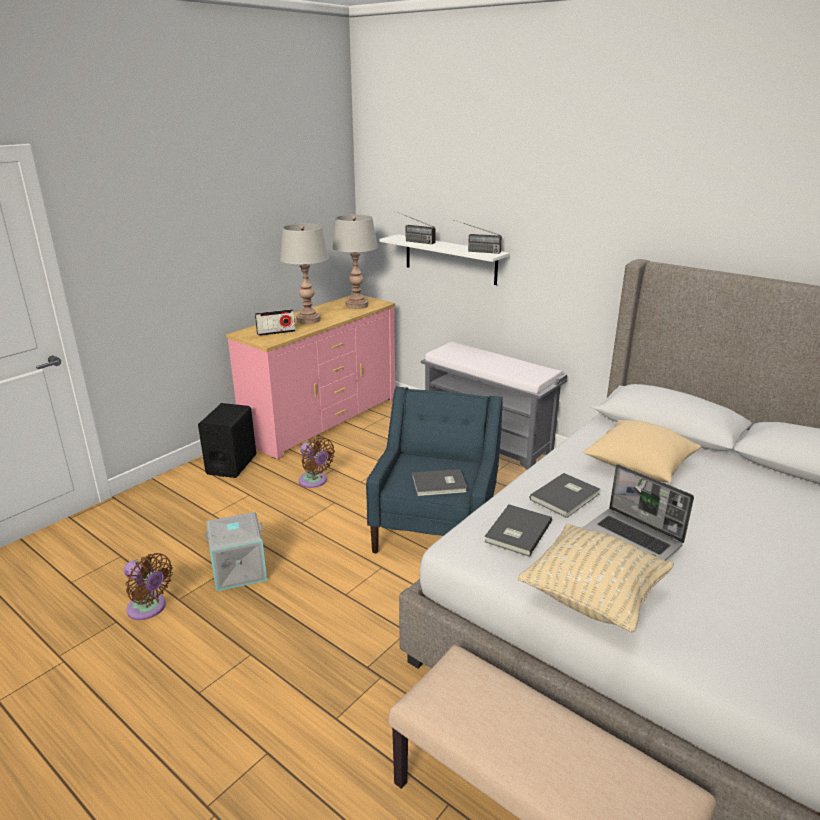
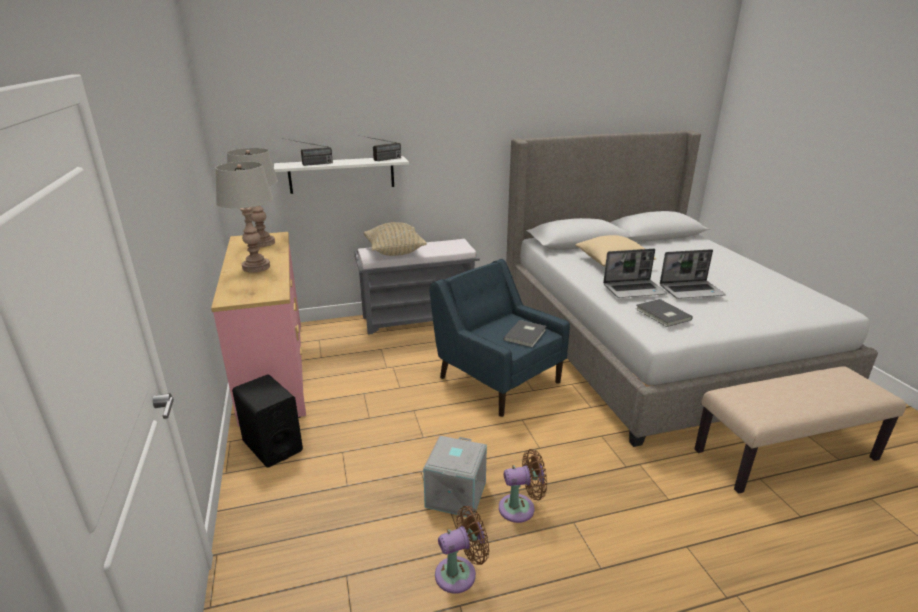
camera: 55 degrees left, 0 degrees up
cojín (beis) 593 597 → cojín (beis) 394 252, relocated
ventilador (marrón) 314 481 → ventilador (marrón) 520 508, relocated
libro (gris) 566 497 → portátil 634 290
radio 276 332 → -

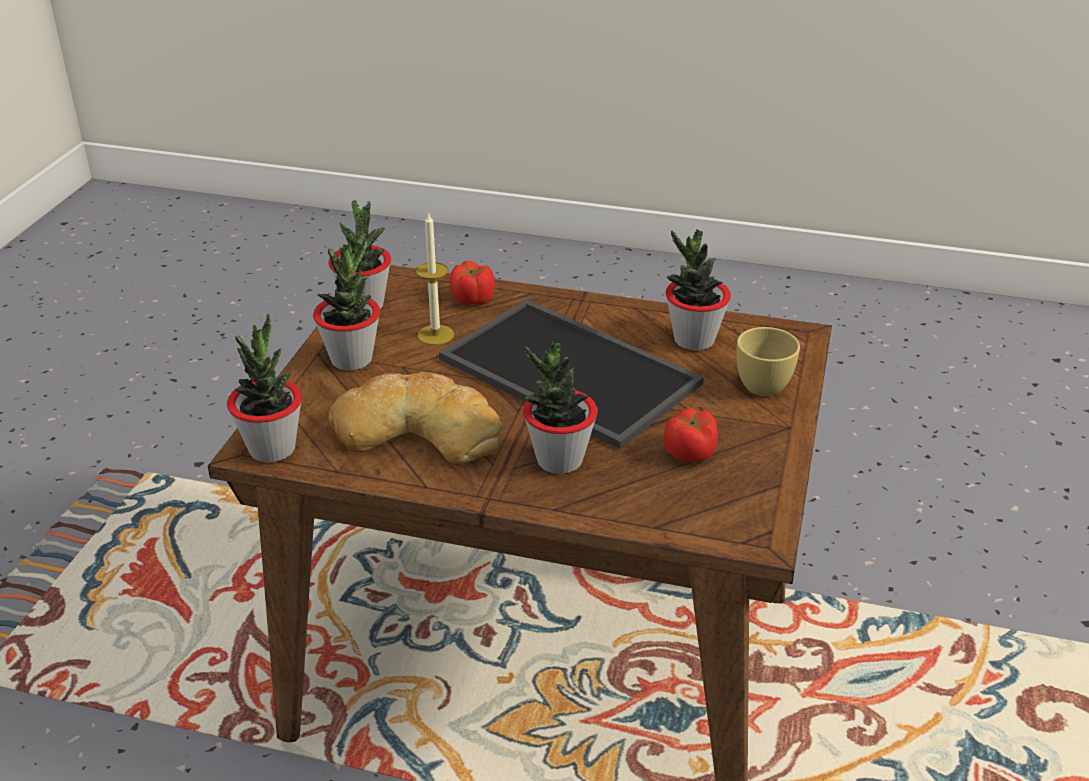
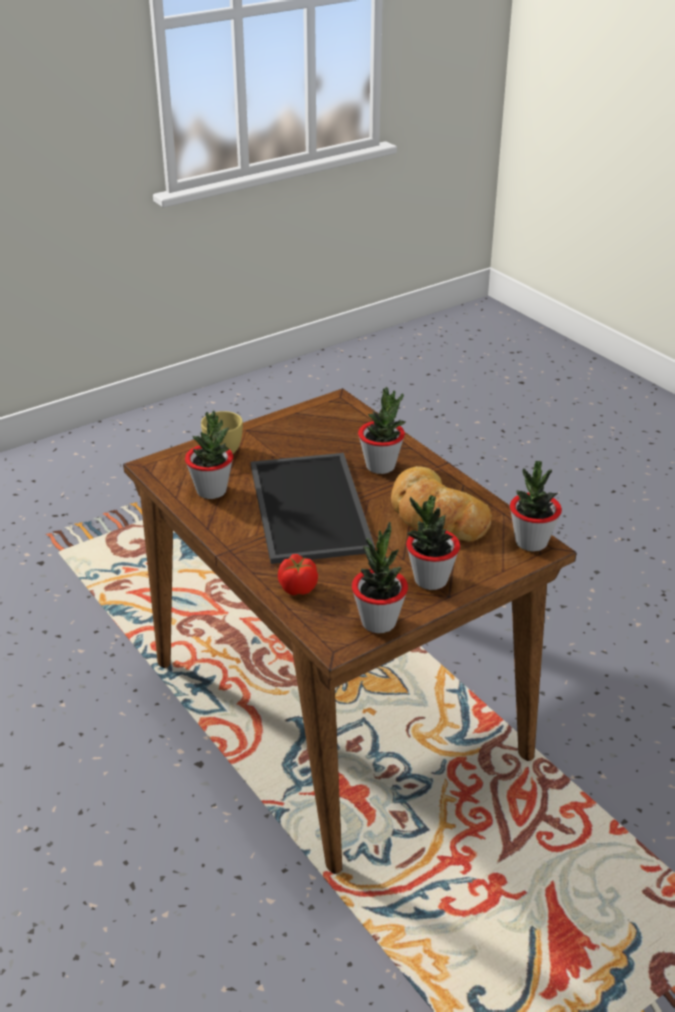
camera: 140 degrees left, 0 degrees up
vela 435 335 → -
tomate 690 453 → -

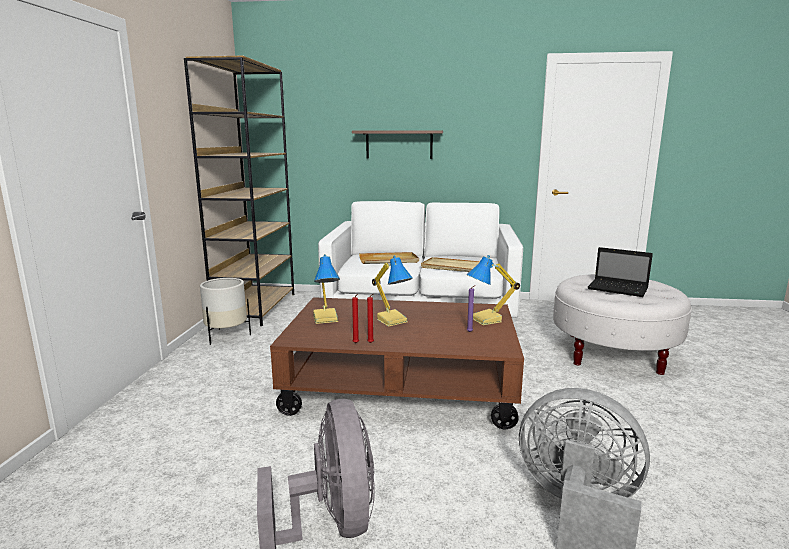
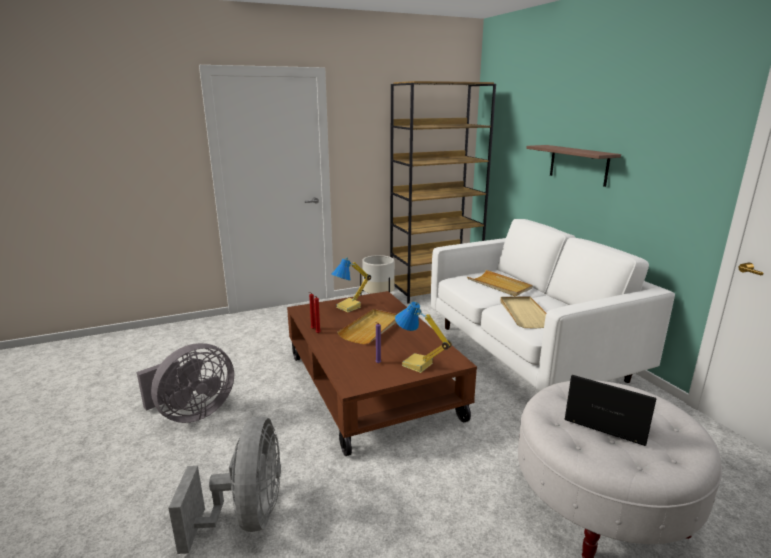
camera: 60 degrees right, 5 degrees up
lámpara de mesa 392 320 → bandeja (beis) 371 328
portátil 619 289 → portátil 605 421, 120 degrees clockwise

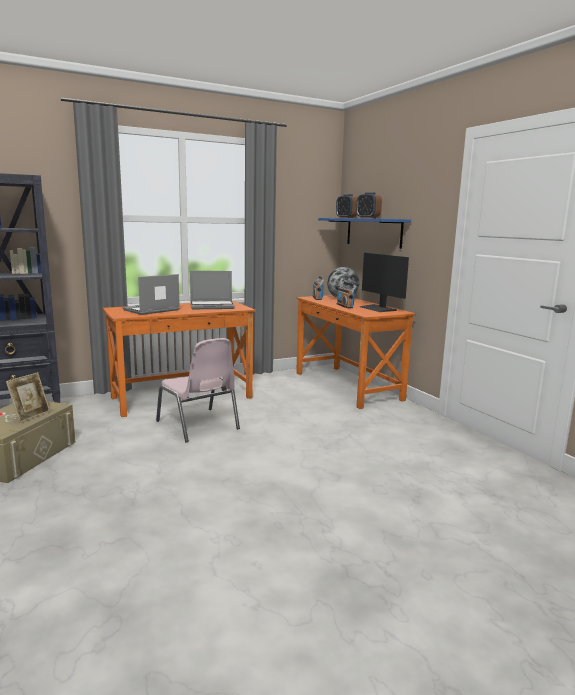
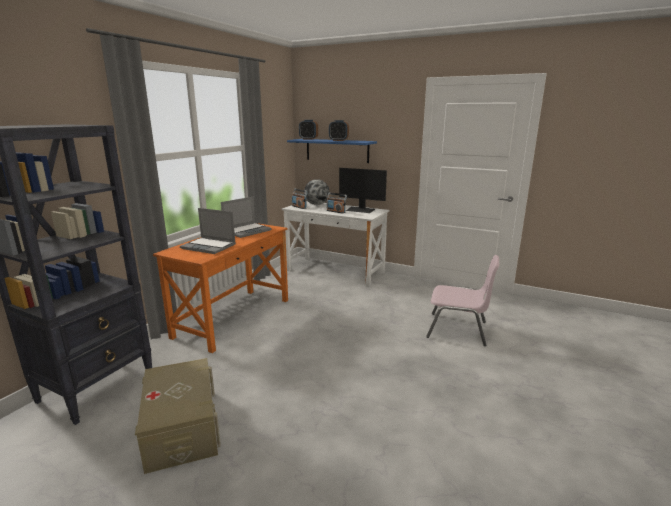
camera: 35 degrees left, 5 degrees up
portátil 151 310 → portátil 209 246, 75 degrees counterclockwise
escritorio (naranja) 347 386 → escritorio (blanco) 335 271
silla (rosa) 198 425 → silla (rosa) 458 330, relocated
portarretratos 30 415 → -

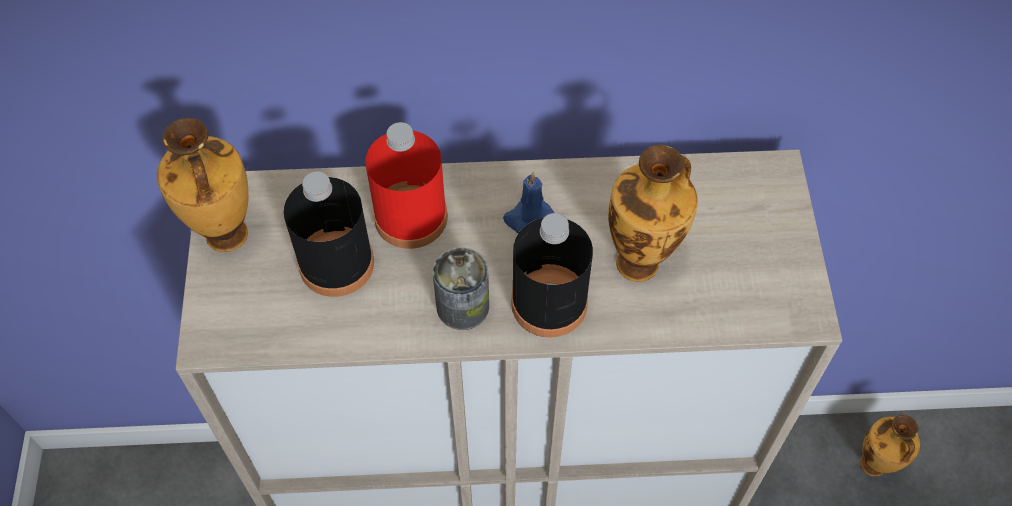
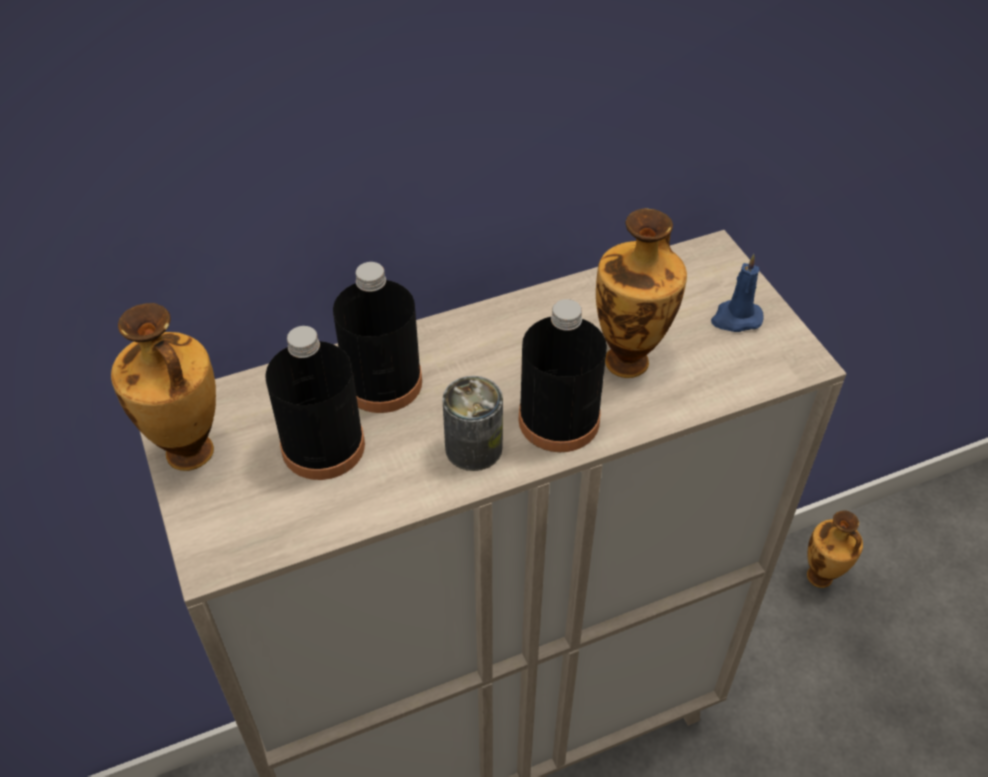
camera: 20 degrees left, 10 degrees down
botella (rojo) 411 217 → botella (negro) 382 382
vela (azul) 528 219 → vela (azul) 736 318, relocated

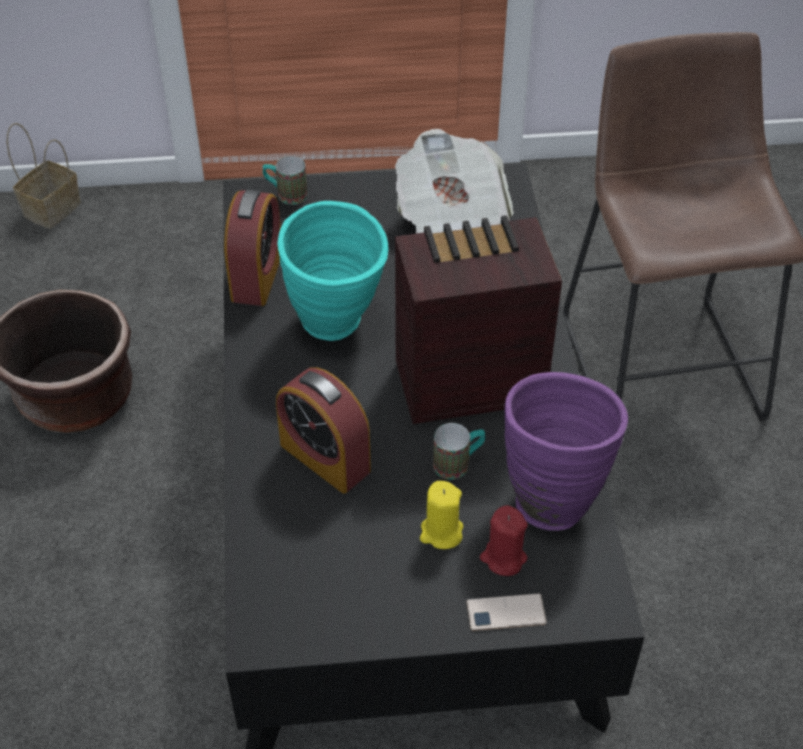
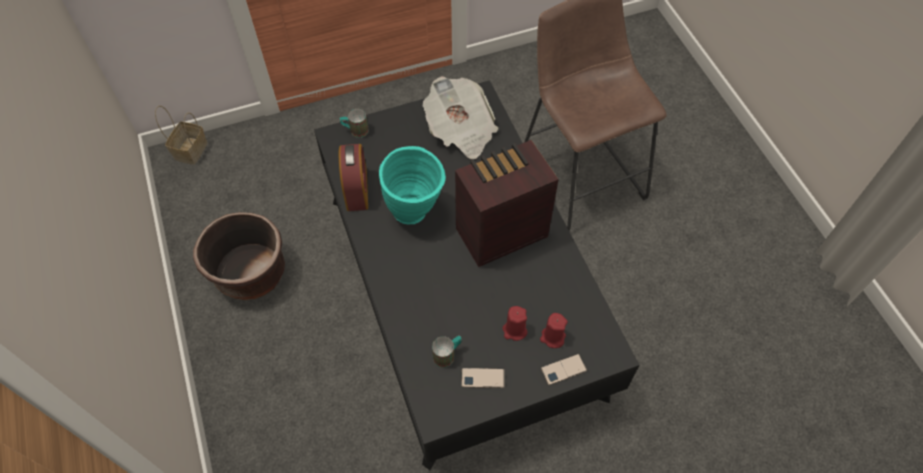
camera: 15 degrees left, 10 degrees up
taza grande 458 463 → taza grande 447 354, relocated
- → móvil 482 378
vela (amarillo) 441 533 → vela (rojo) 514 330
despertador 325 457 → -
florero (morado) 551 494 → -

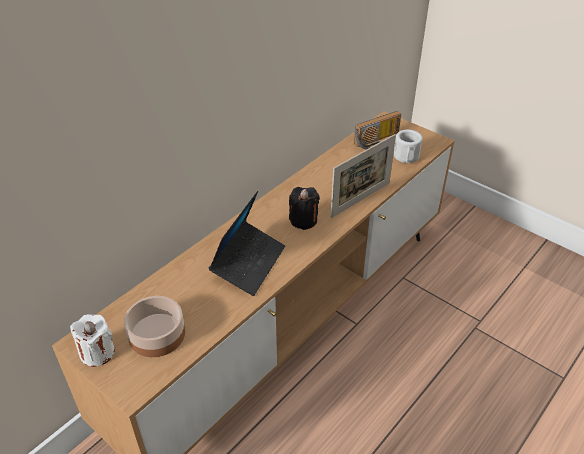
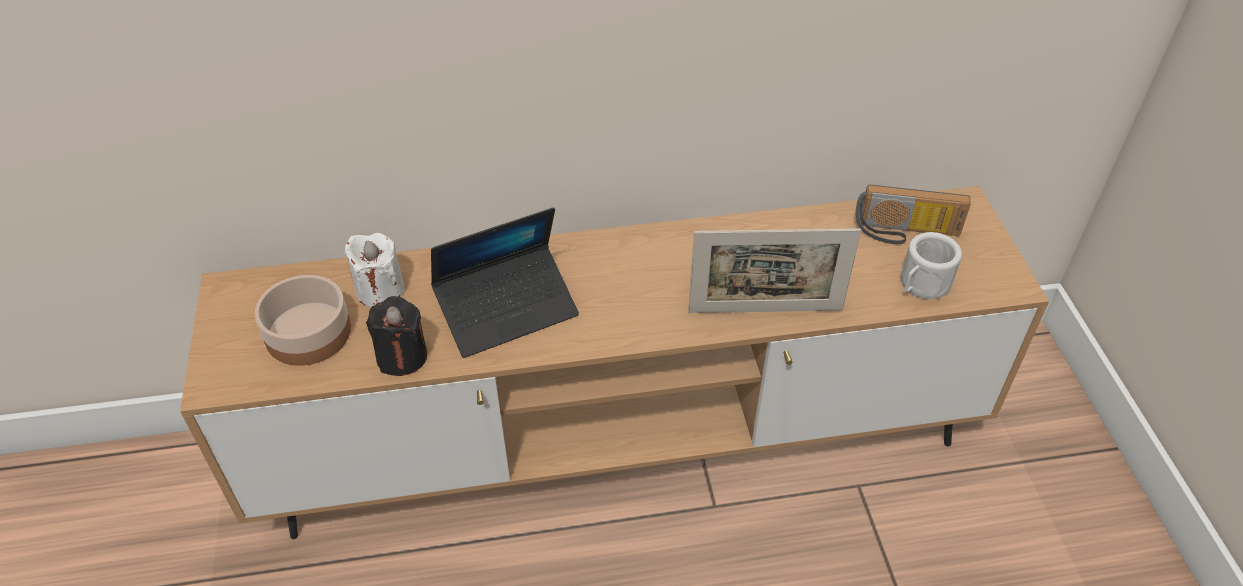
camera: 40 degrees right, 5 degrees up
vela (blanco) 97 353 → vela (blanco) 380 290, relocated
vela (negro) 303 220 → vela (negro) 402 357, relocated

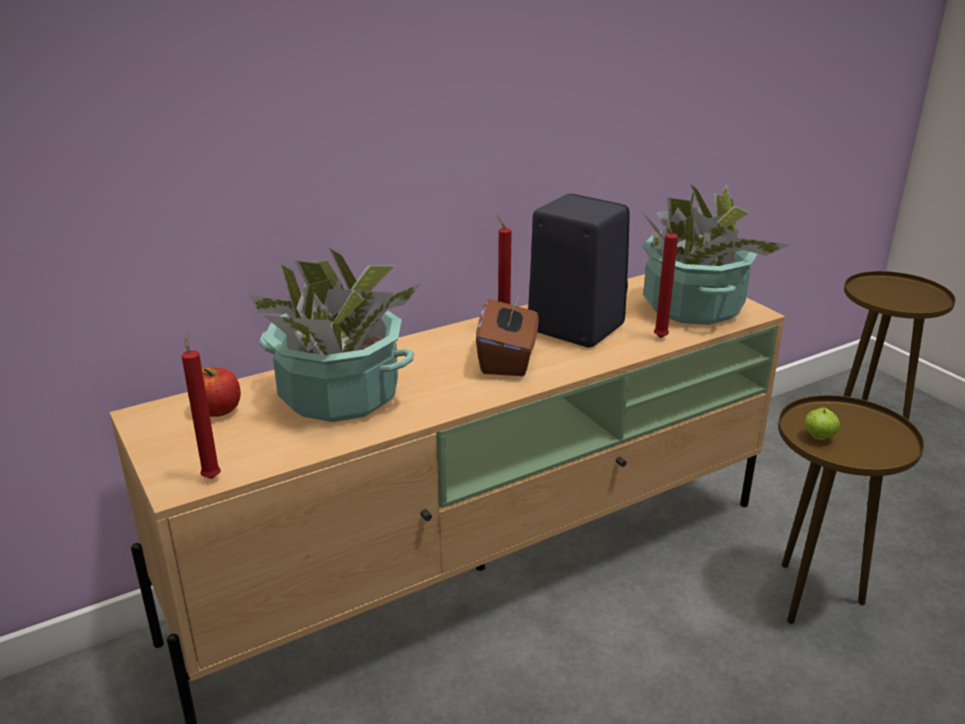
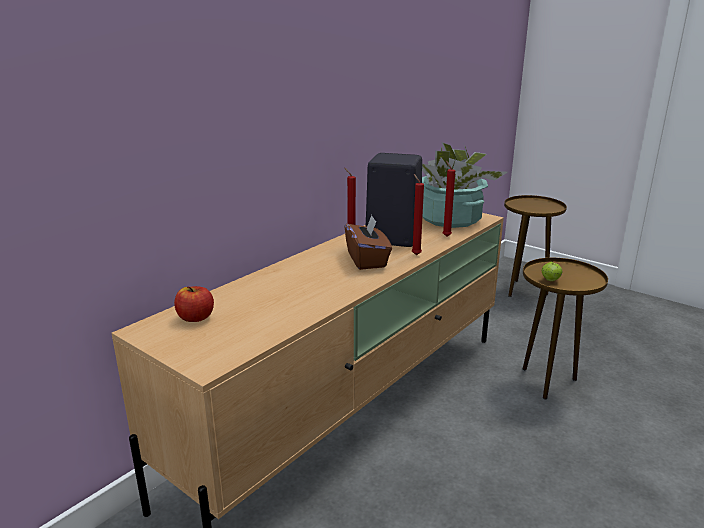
camera: 20 degrees left, 5 degrees down
vela (rojo) 211 476 → vela (rojo) 415 254, relocated
planta en maceta 339 395 → -

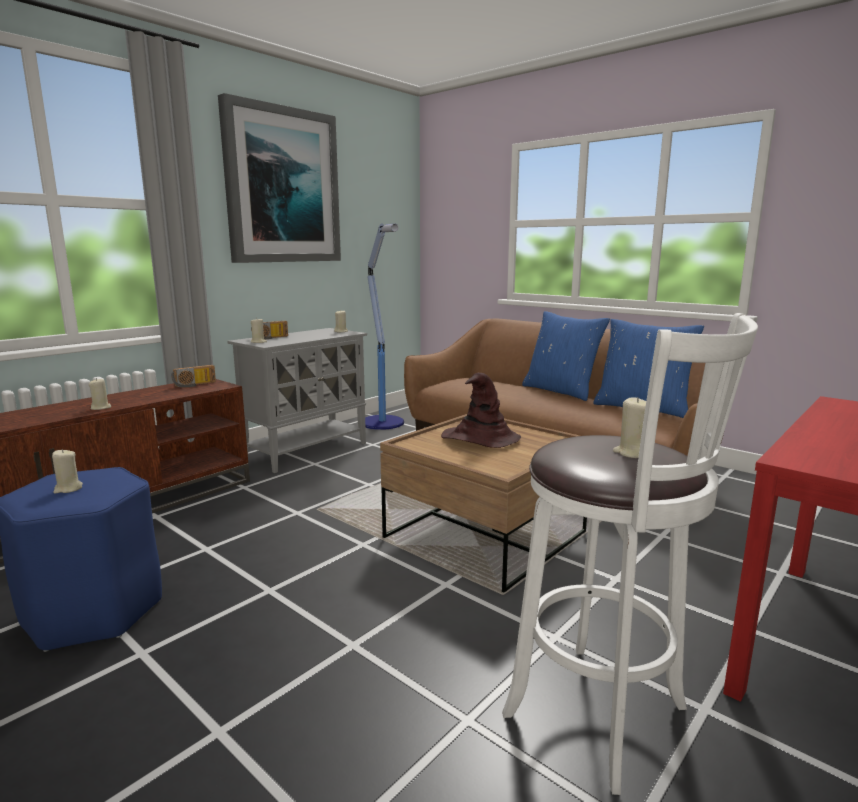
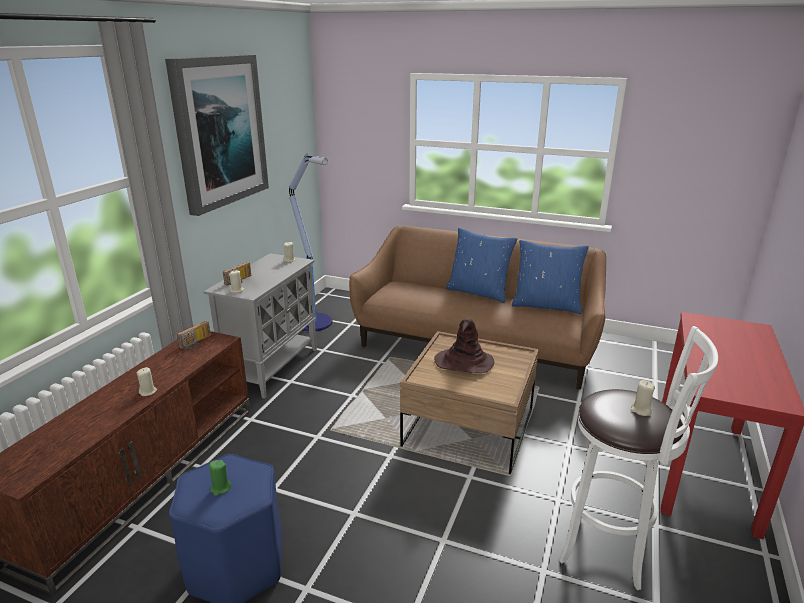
camera: 20 degrees left, 10 degrees up
vela (beis) 68 489 → vela (verde) 220 488

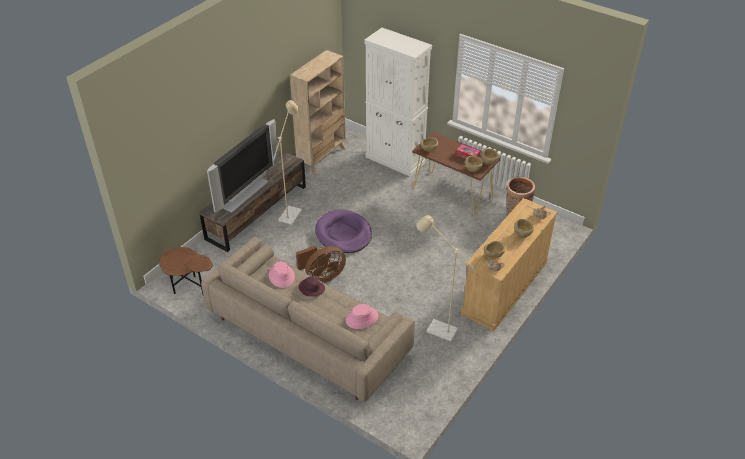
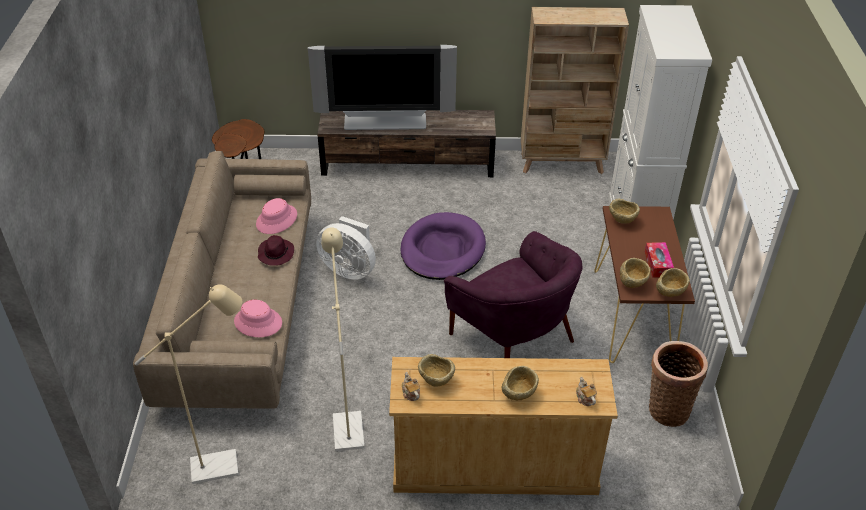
camera: 55 degrees right, 0 degrees up
lámpara de pie (beis) 292 212 → lámpara de pie (beis) 224 465, relocated
ventilador (marrón) 322 276 → ventilador (blanco) 349 269
- → sillón (morado) 513 337

